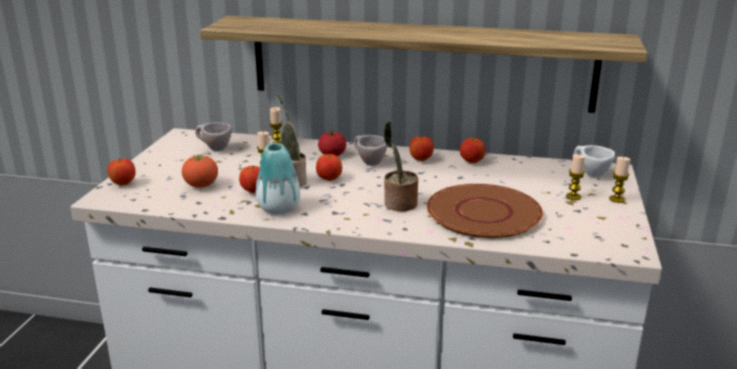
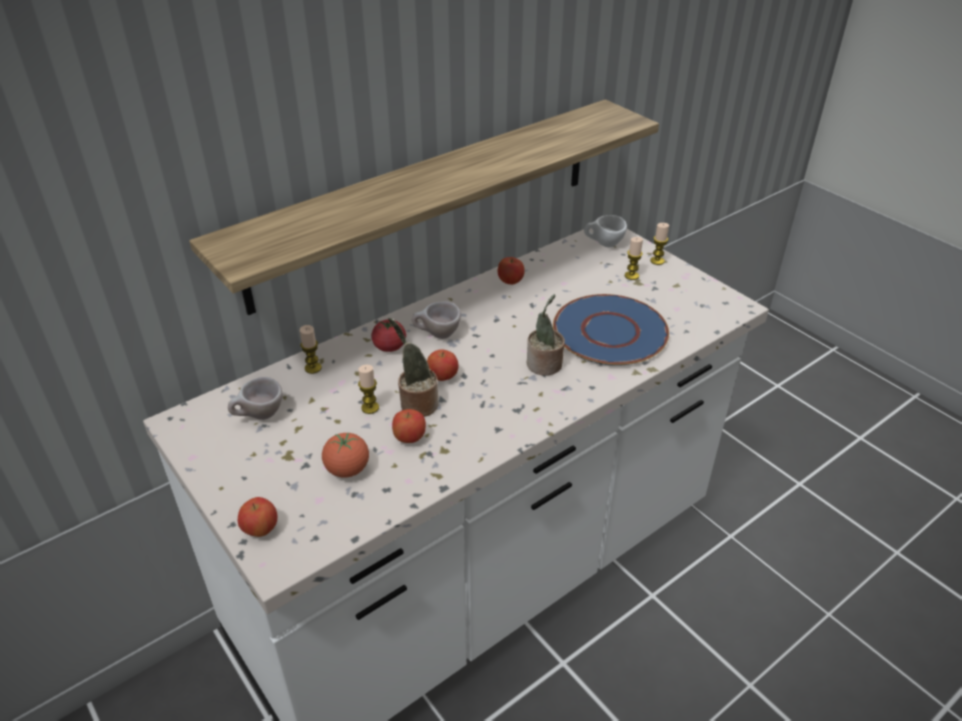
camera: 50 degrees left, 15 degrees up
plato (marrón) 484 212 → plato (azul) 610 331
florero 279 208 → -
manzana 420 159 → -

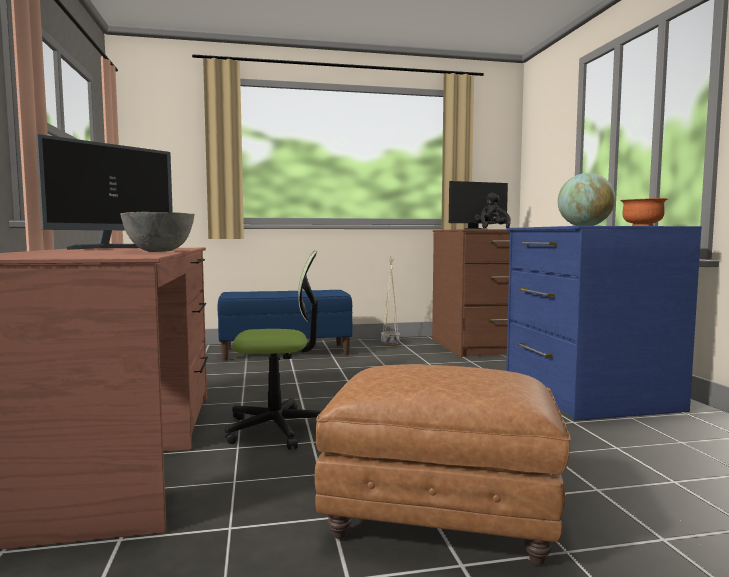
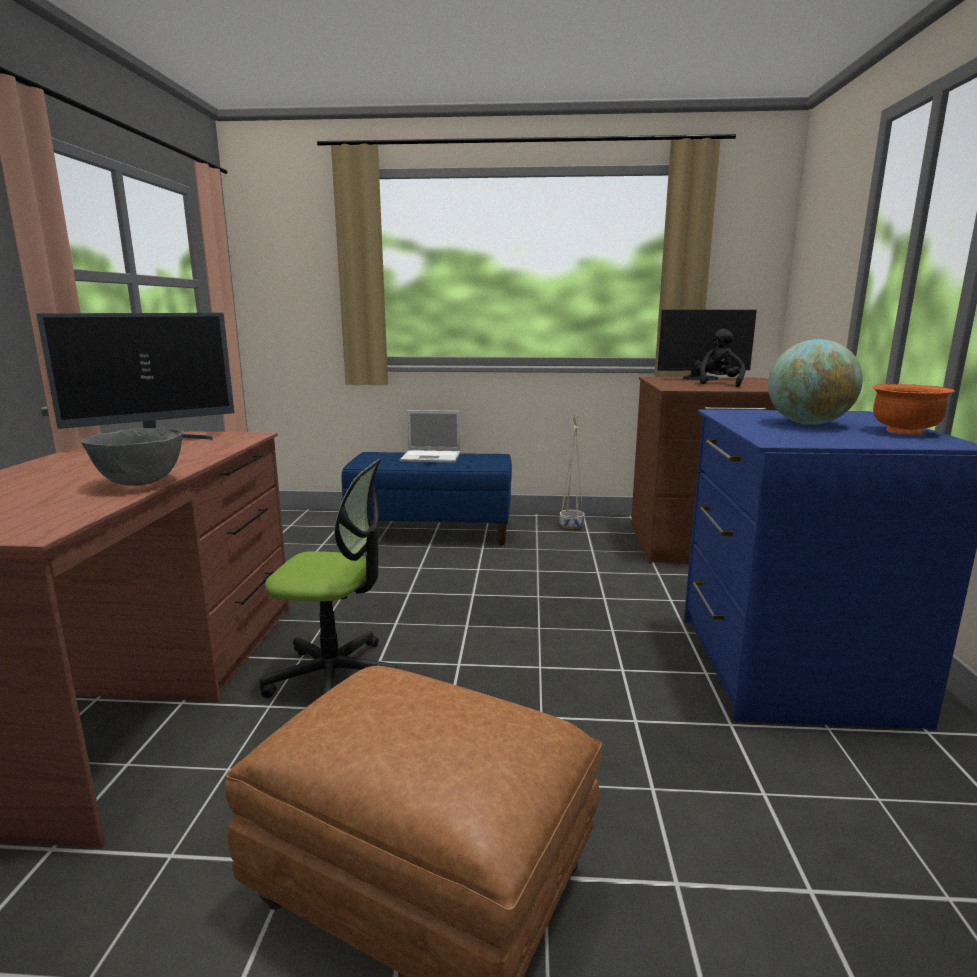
camera: 15 degrees right, 10 degrees up
- → portátil 432 457

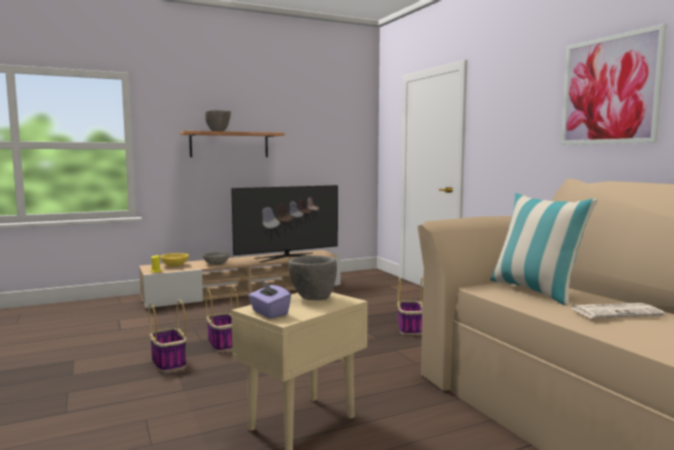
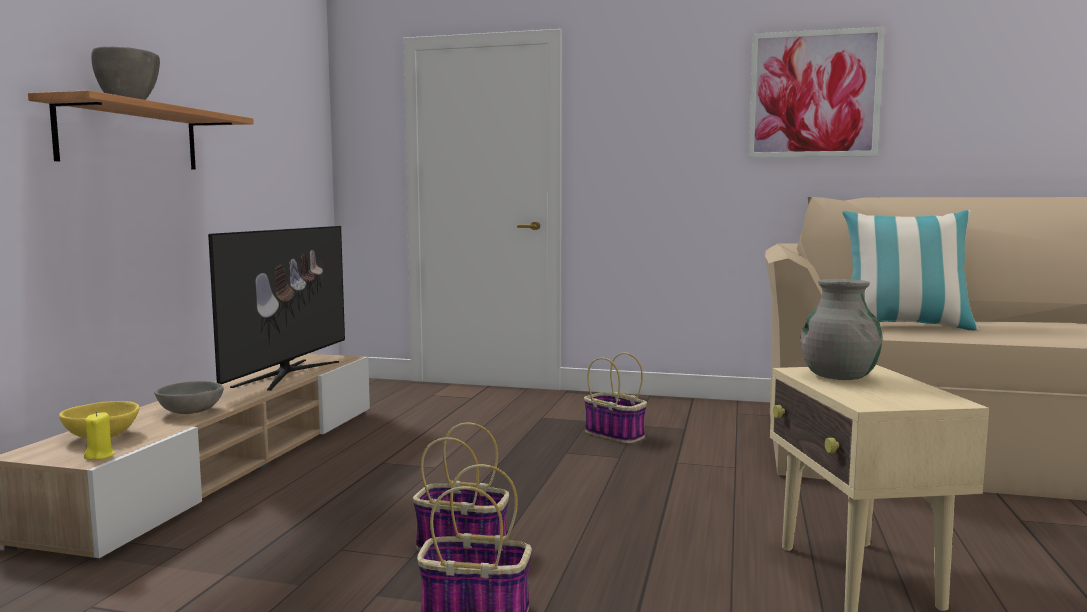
camera: 50 degrees left, 0 degrees up
cuenco (gris) 312 298 → florero (gris) 838 376
caja de pañuelos (morado) 269 313 → -
periódico 616 312 → -

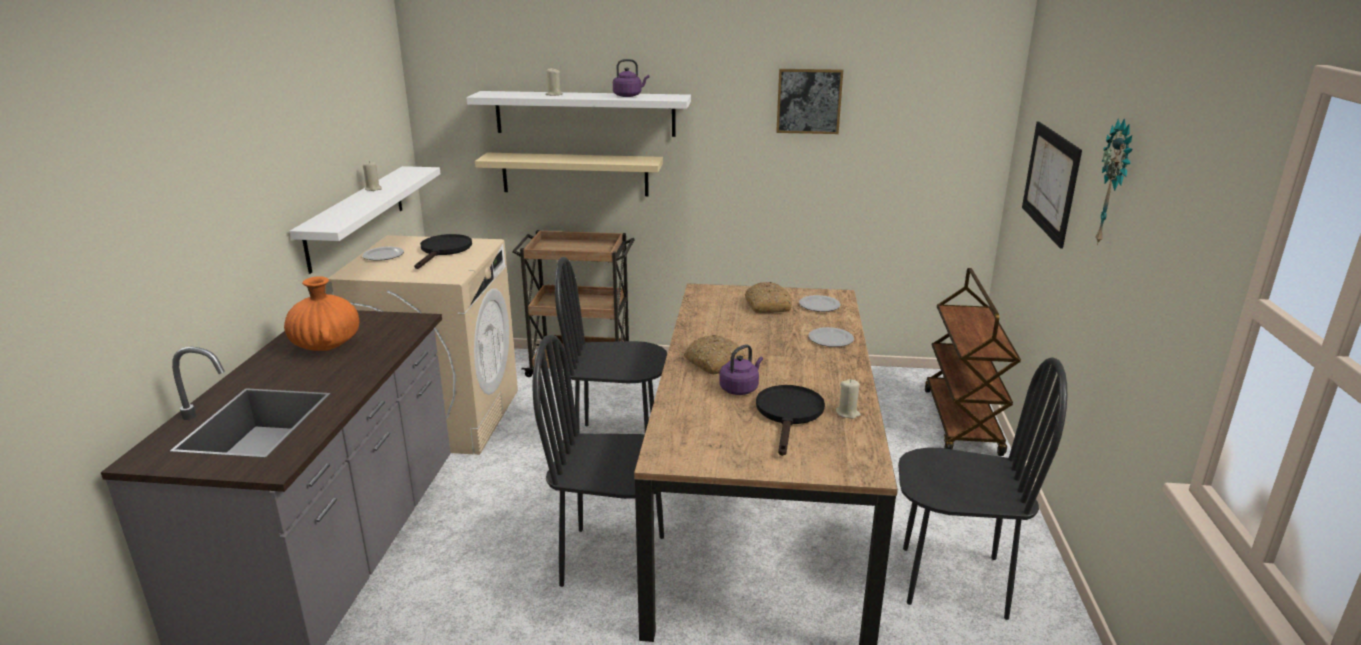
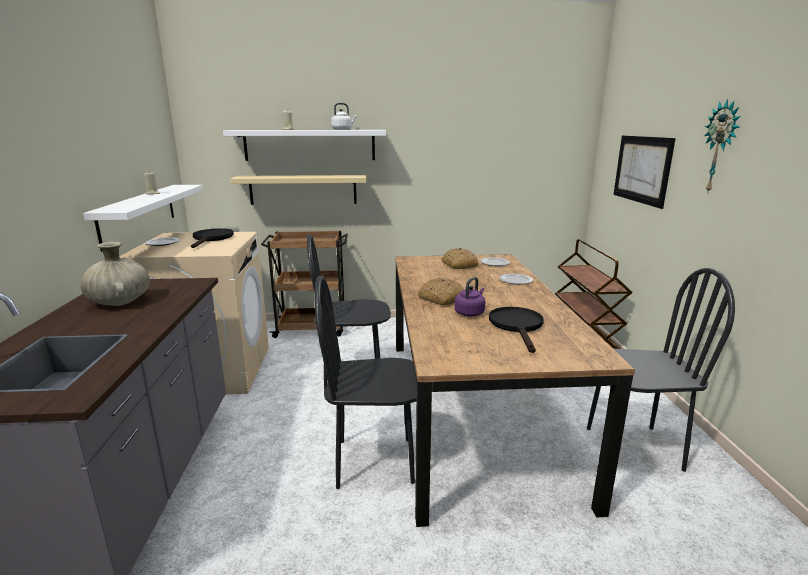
camera: 10 degrees left, 5 degrees down
florero (naranja) 326 345 → florero (beis) 120 302
hervidor (morado) 629 95 → hervidor (blanco) 343 129
cuadro 809 101 → -
vela (beis) 848 413 → -

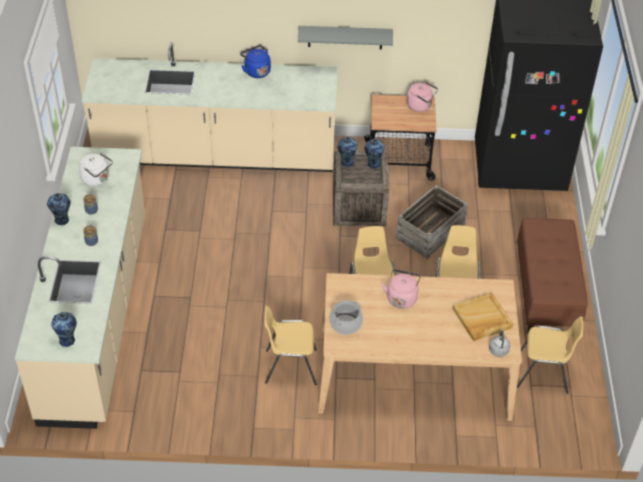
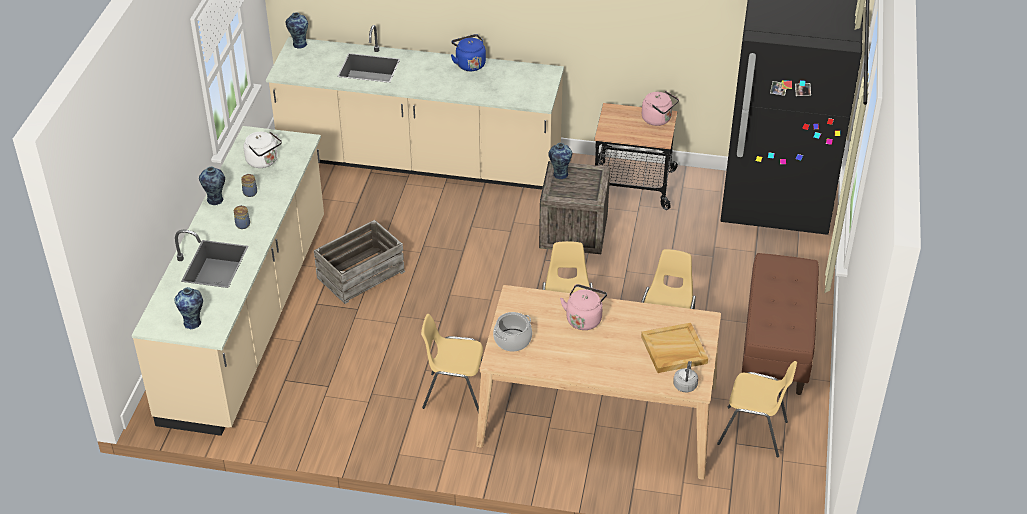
camera: 10 degrees right, 5 degrees down
florero 373 164 → florero 299 44, relocated
caja de embalaje 429 231 → caja de embalaje 360 274, relocated
estante (gris) 345 37 → -

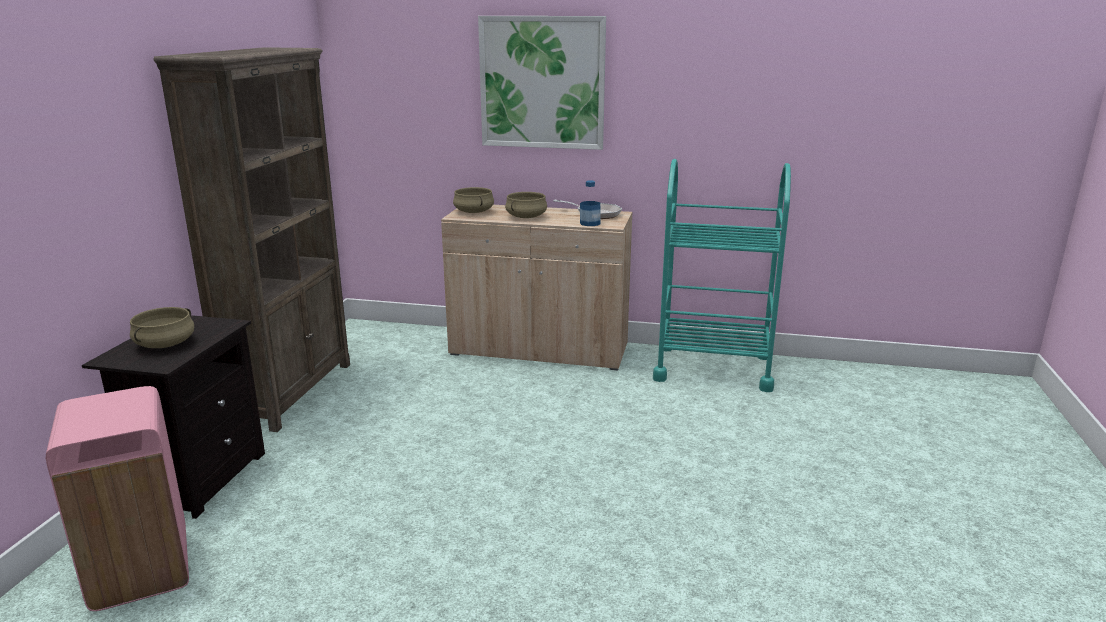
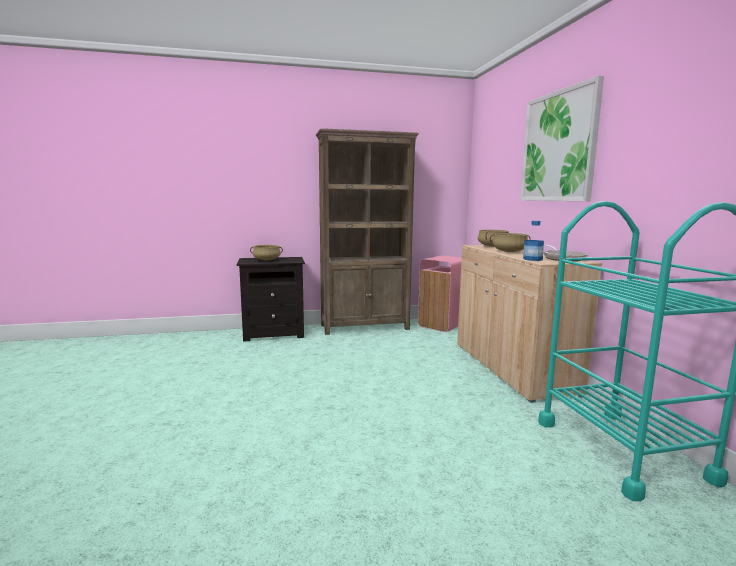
camera: 65 degrees right, 10 degrees down
papelera (rosa) 142 568 → papelera (rosa) 442 325, relocated

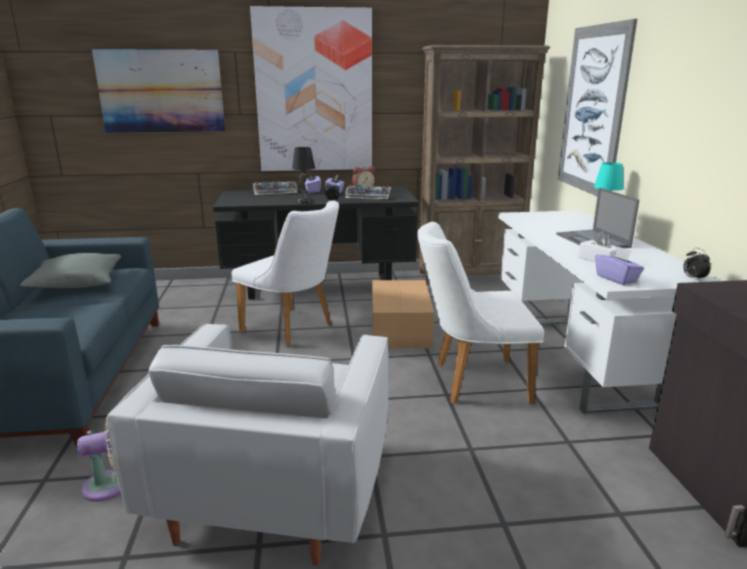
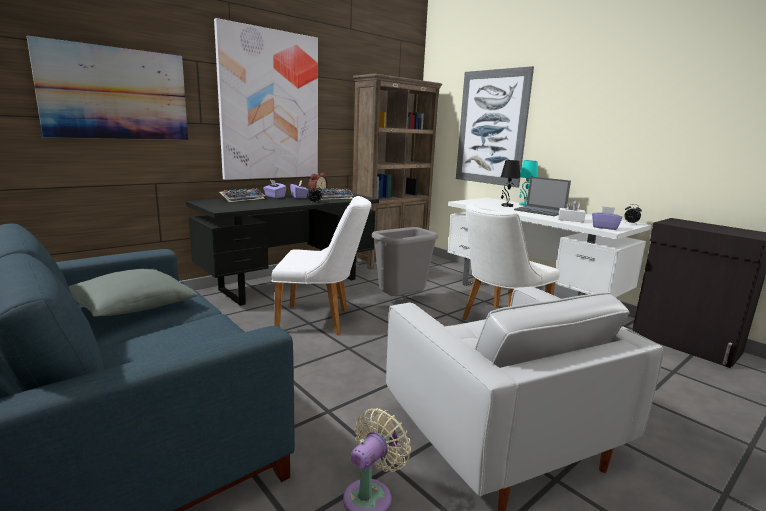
camera: 35 degrees left, 5 degrees down
caja de cartón 399 329 → papelera (gris) 401 302
lámpara de mesa (negro) 304 202 → lámpara de mesa (negro) 506 205, relocated

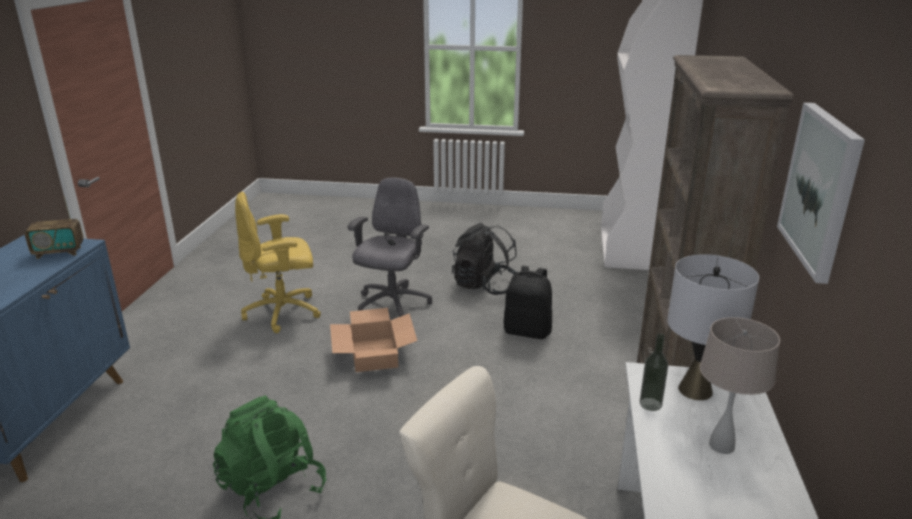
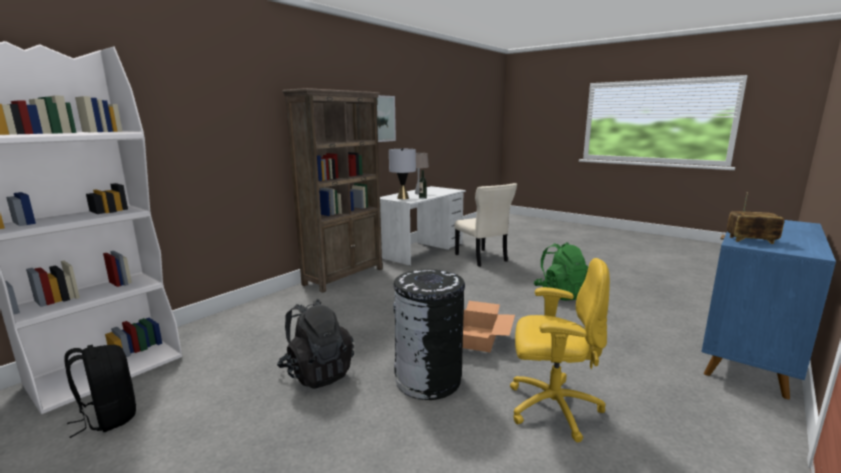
camera: 150 degrees left, 10 degrees down
mochila (negro) 527 331 → mochila (negro) 109 417, relocated
silla de oficina (gris) 392 305 → papelera (negro) 428 379

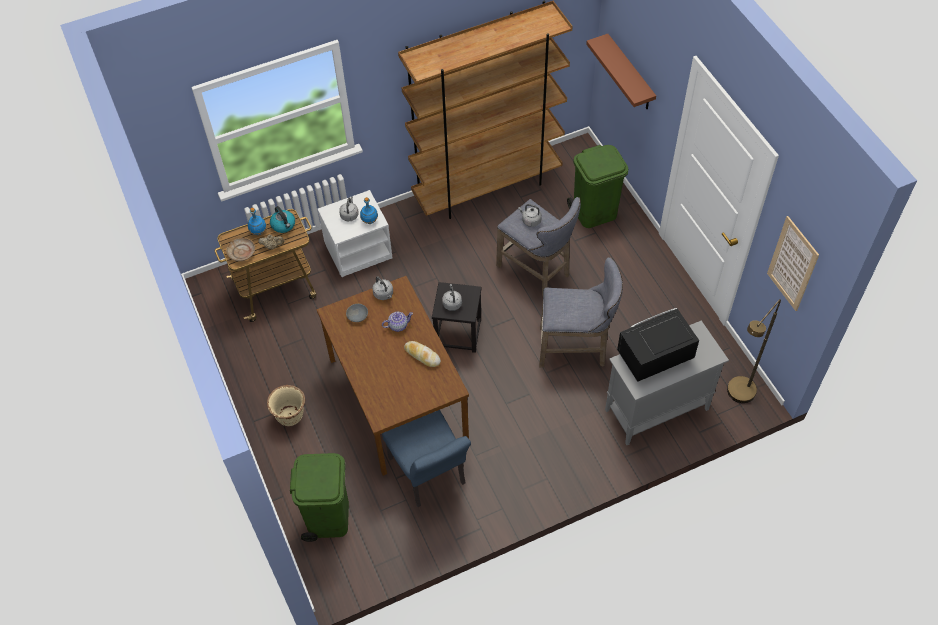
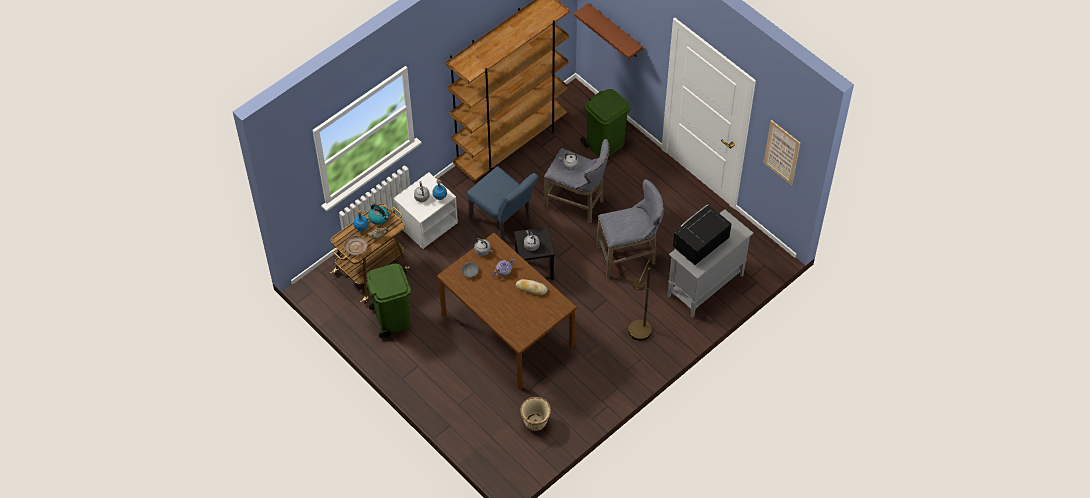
camera: 20 degrees left, 0 degrees up
papelera (verde) 328 516 → papelera (verde) 392 318, relocated
silla (azul) 430 475 → silla (azul) 503 221, relocated
maceta (beis) 290 416 → maceta (beis) 535 422, relocated
lámpara de pie (marrón) 737 397 → lámpara de pie (marrón) 638 336, relocated

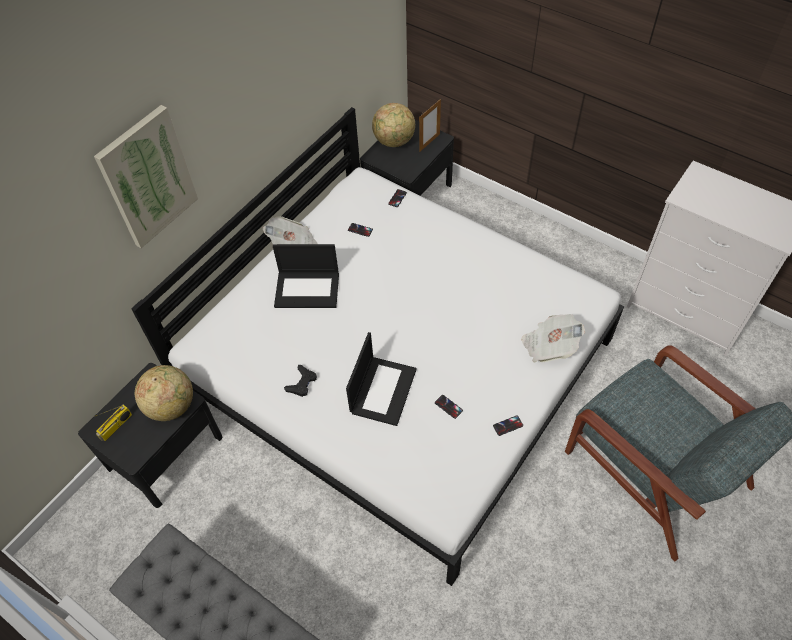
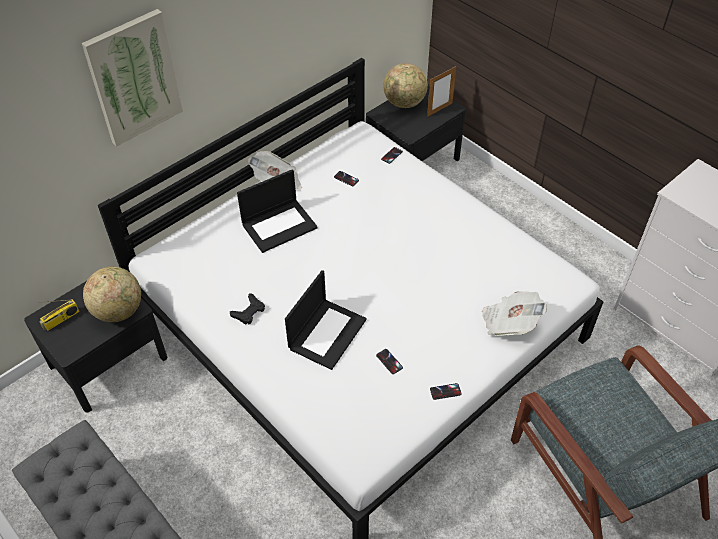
camera: 10 degrees right, 5 degrees down
portátil 308 289 → portátil 279 225, 45 degrees counterclockwise

